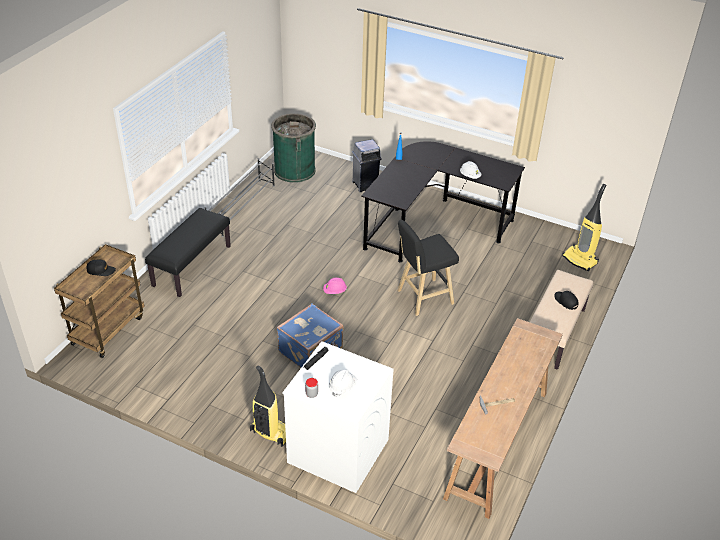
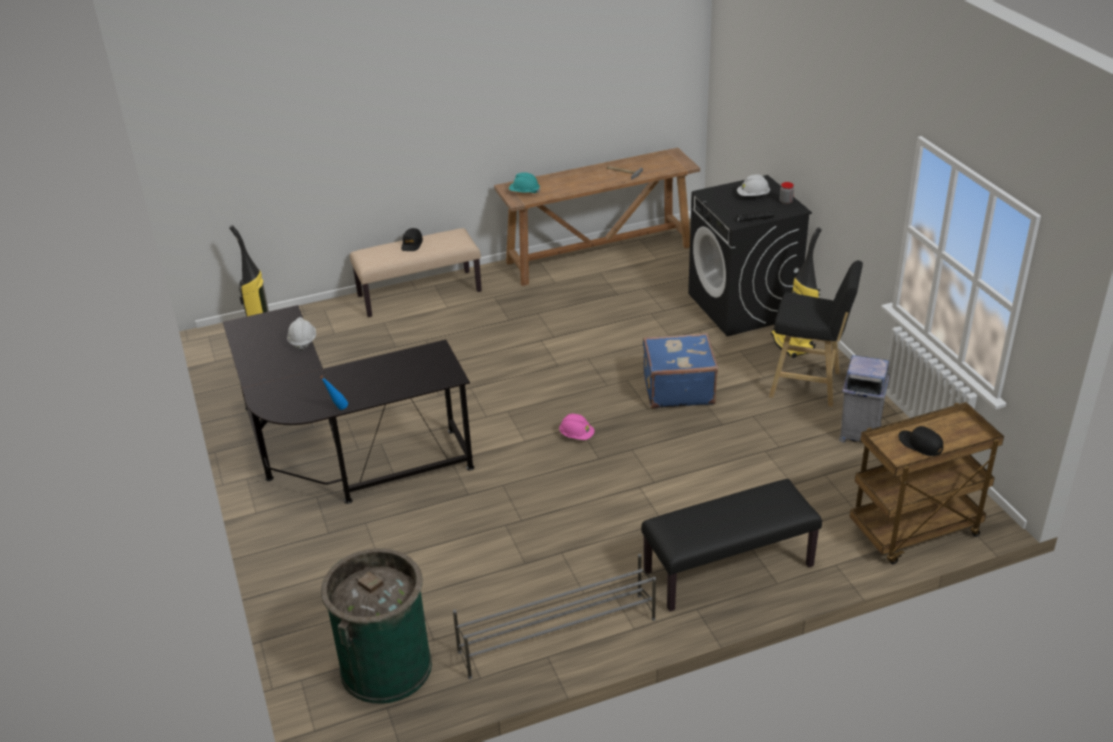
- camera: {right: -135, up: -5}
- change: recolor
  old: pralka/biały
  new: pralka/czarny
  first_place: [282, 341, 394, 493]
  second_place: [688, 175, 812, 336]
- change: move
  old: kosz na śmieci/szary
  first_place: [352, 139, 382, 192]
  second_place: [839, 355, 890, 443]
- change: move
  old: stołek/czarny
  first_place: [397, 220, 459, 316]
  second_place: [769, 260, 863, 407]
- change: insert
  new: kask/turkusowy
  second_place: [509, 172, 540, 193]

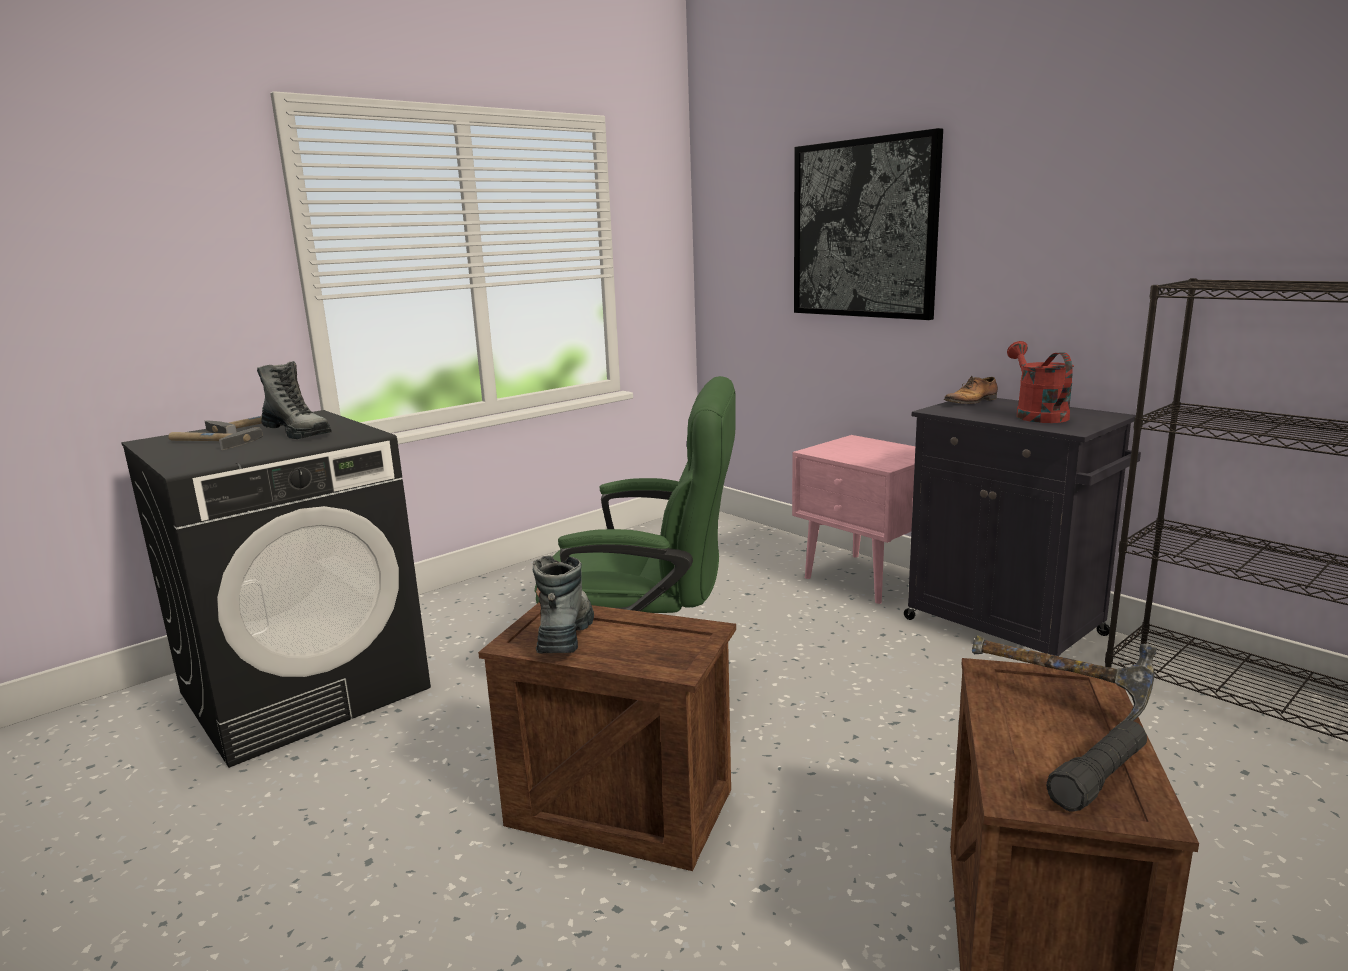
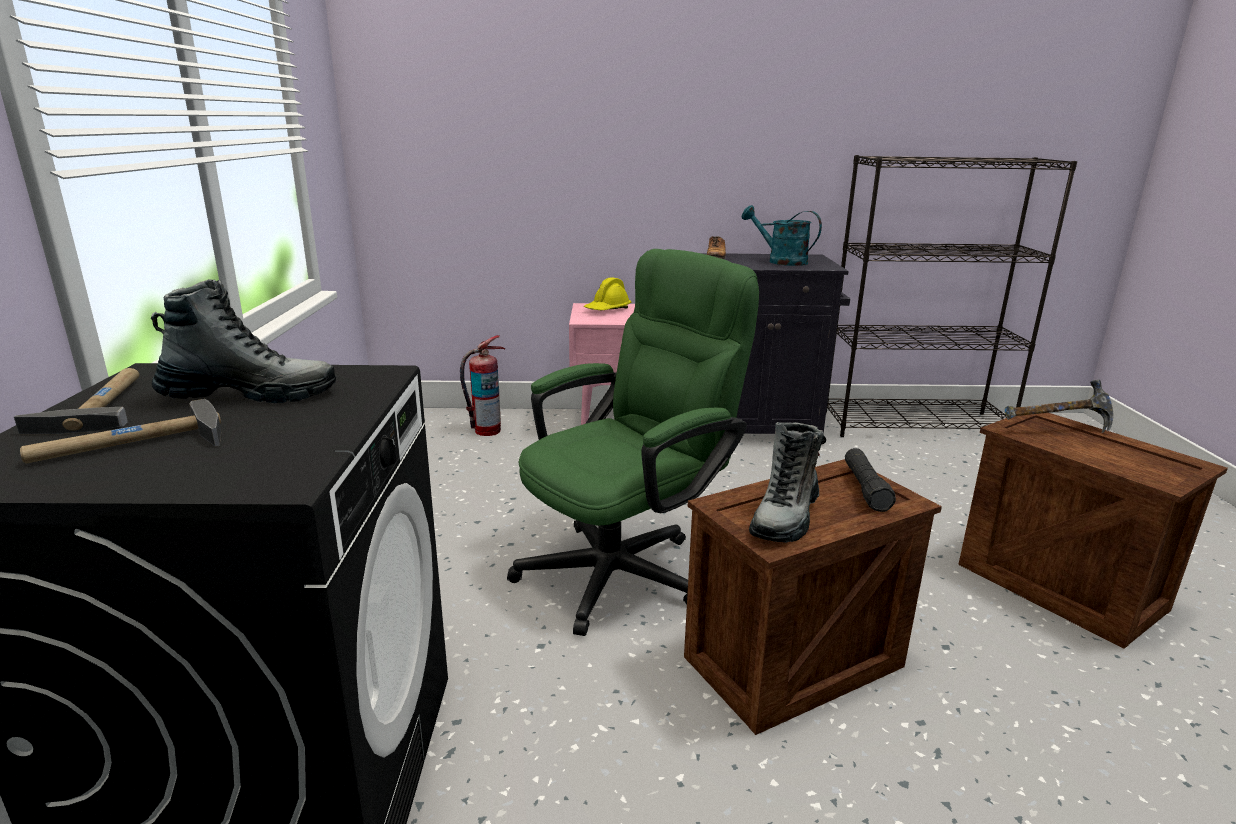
- camera: {right: -50, up: 5}
- change: rotate
  old: but z cholewką
  first_place: [533, 555, 594, 653]
  second_place: [749, 422, 824, 543]
  degrees: -105
- change: delete
  old: obraz
  first_place: [794, 128, 943, 320]
- change: recolor
  old: konewka/czerwony
  new: konewka/turkusowy
  first_place: [1007, 341, 1074, 423]
  second_place: [742, 205, 822, 266]
- change: move
  old: latarka/czarny
  first_place: [1046, 720, 1147, 812]
  second_place: [845, 448, 896, 512]
- change: insert
  new: gaśnica
  second_place: [460, 335, 505, 436]
- change: insert
  new: kask/żółty
  second_place: [584, 277, 631, 310]

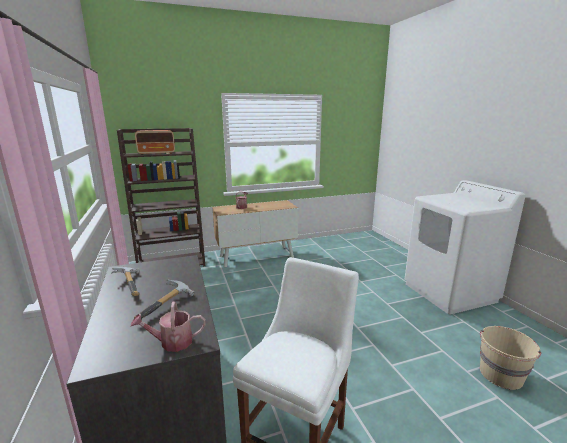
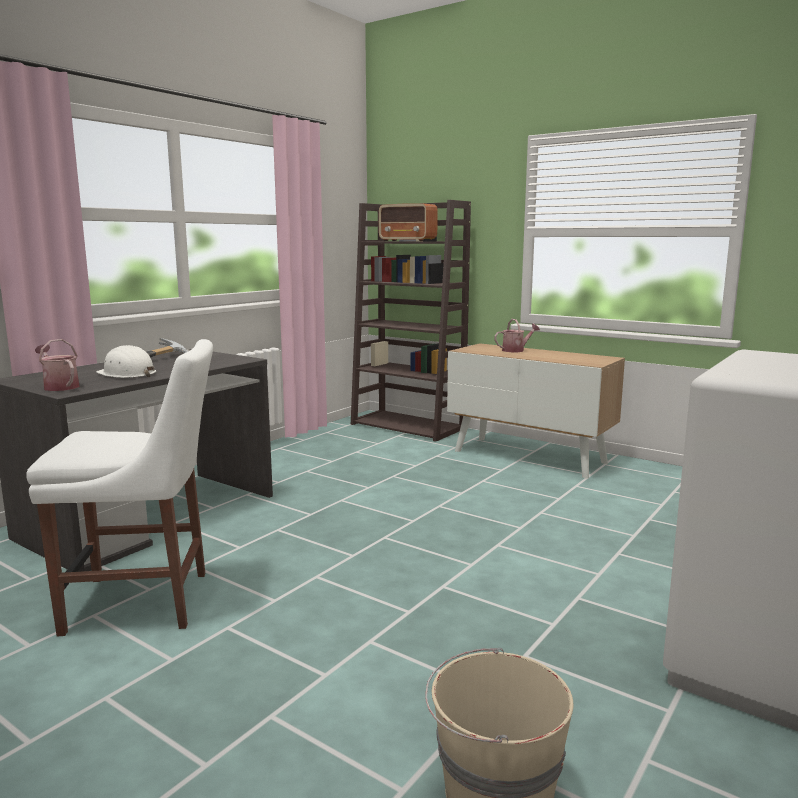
- camera: {right: 55, up: -5}
- change: replace
  old: młotek
  new: kask/biały
  first_place: [134, 280, 195, 321]
  second_place: [96, 345, 156, 378]

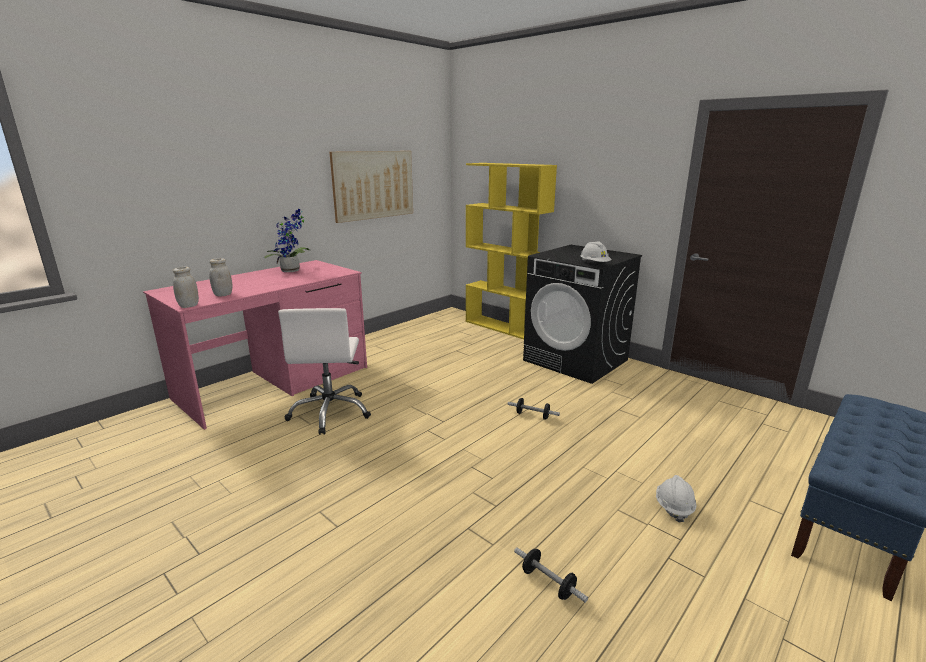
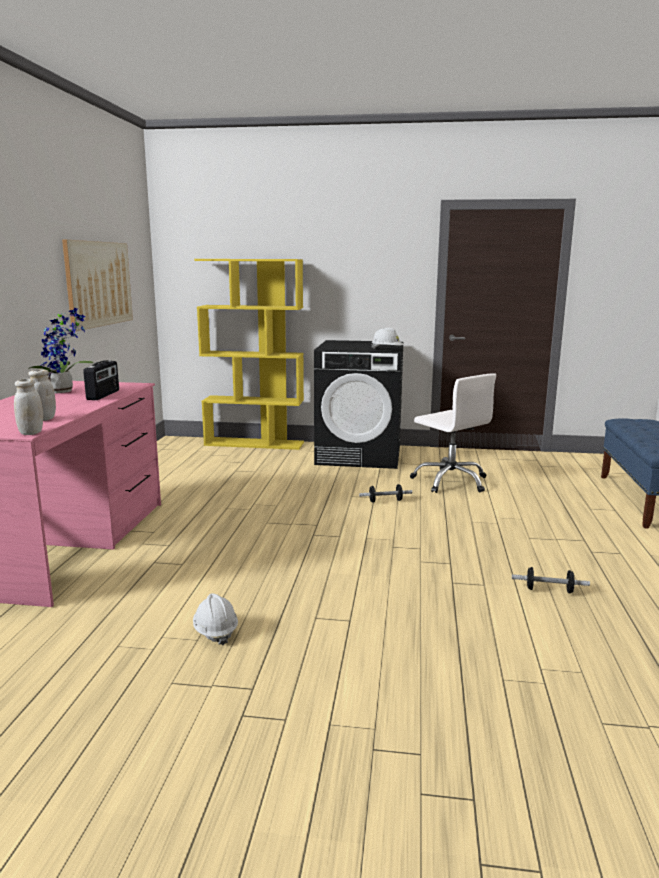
- camera: {right: -35, up: -5}
- change: move
  old: krzesło biurowe/biały
  first_place: [278, 308, 371, 435]
  second_place: [410, 373, 496, 493]
- change: move
  old: kask/biały
  first_place: [656, 475, 696, 523]
  second_place: [193, 594, 238, 645]
- change: insert
  new: radio
  second_place: [83, 360, 119, 400]

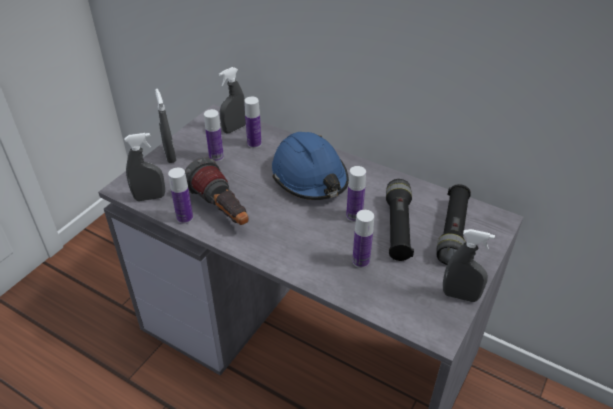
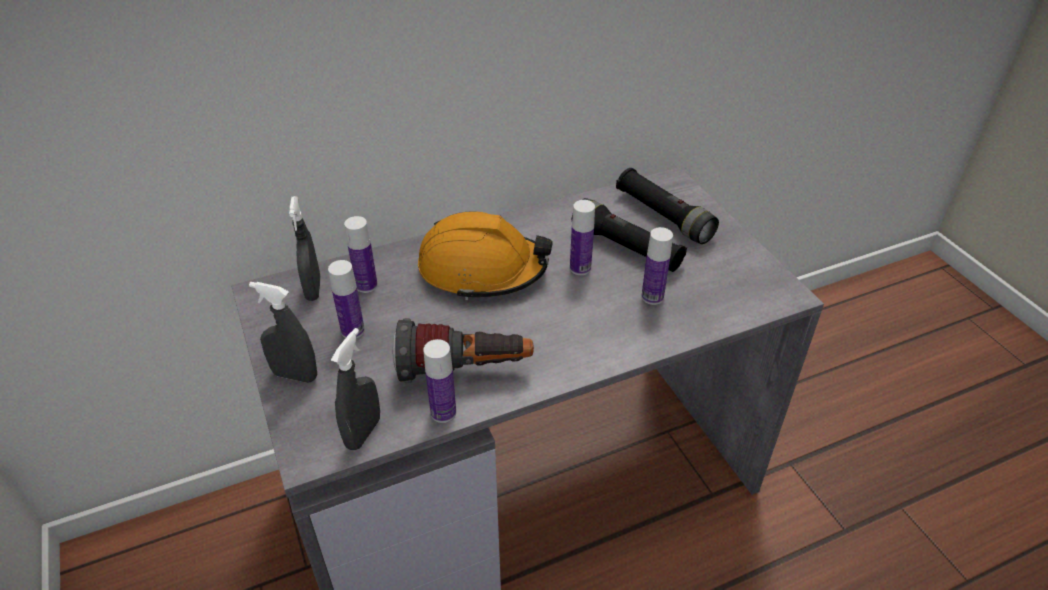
- camera: {right: -55, up: 0}
- change: recolor
  old: kask/niebieski
  new: kask/pomarańczowy
  first_place: [272, 132, 349, 200]
  second_place: [418, 211, 553, 300]
- change: delete
  old: spryskiwacz/szary
  first_place: [443, 229, 495, 302]

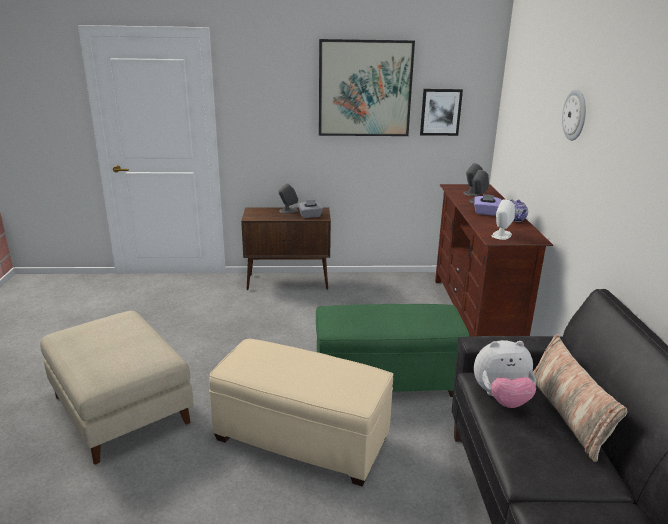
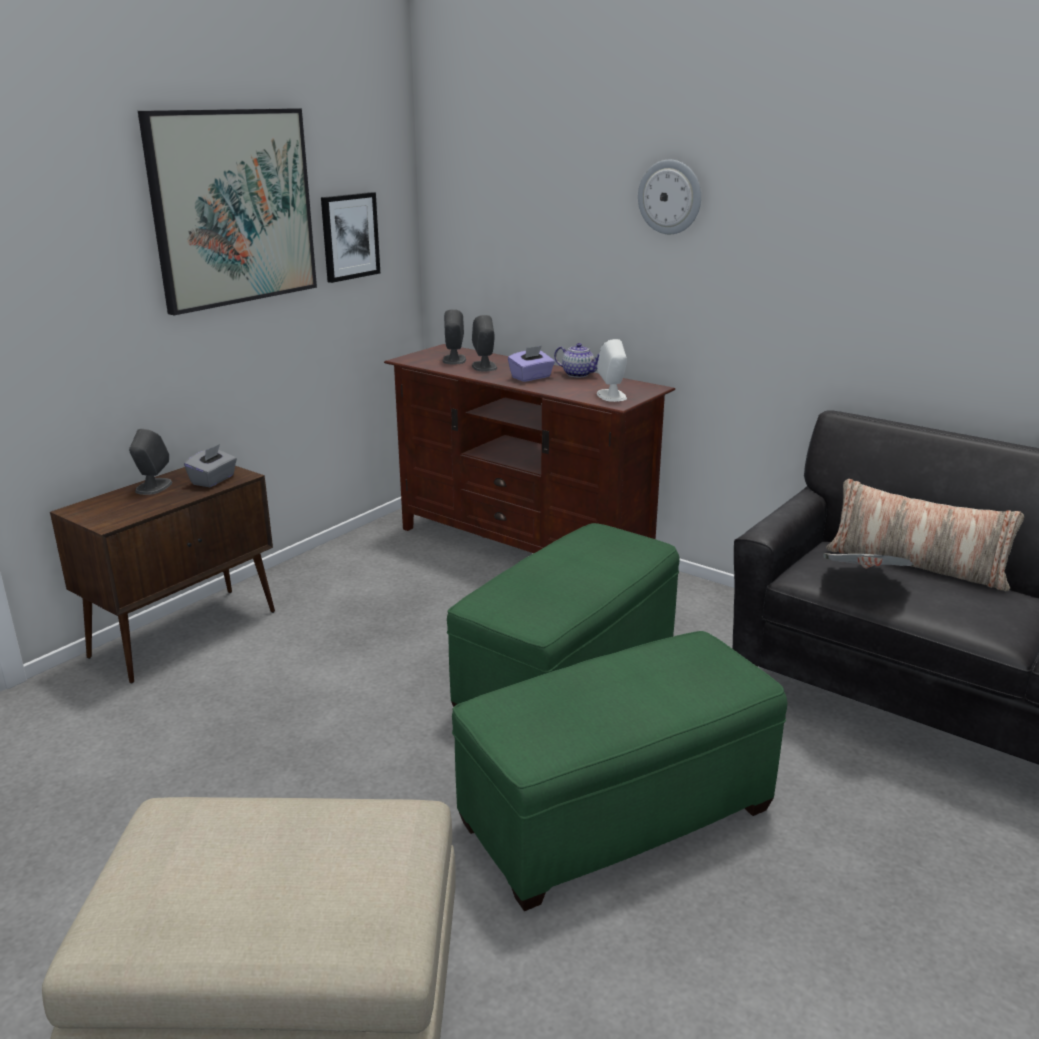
- camera: {right: -50, up: 0}
- change: recolor
  old: pufa/beżowy
  new: pufa/zielony
  first_place: [209, 339, 393, 487]
  second_place: [452, 631, 787, 911]
- change: replace
  old: pluszak
  new: gazeta
  first_place: [474, 340, 536, 408]
  second_place: [822, 553, 914, 569]

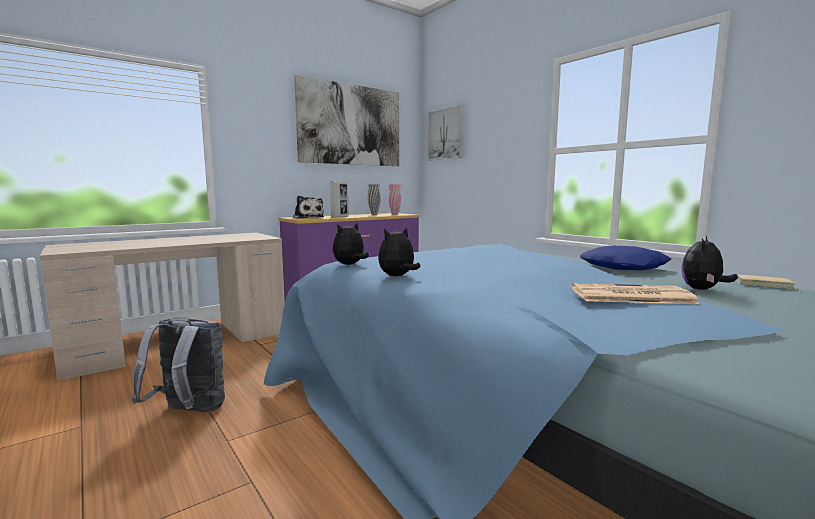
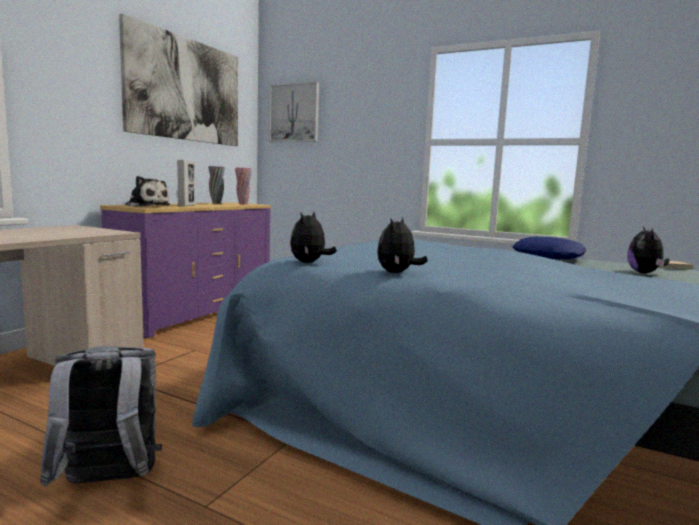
- camera: {right: -25, up: 0}
- change: delete
  old: gazeta
  first_place: [571, 283, 700, 304]

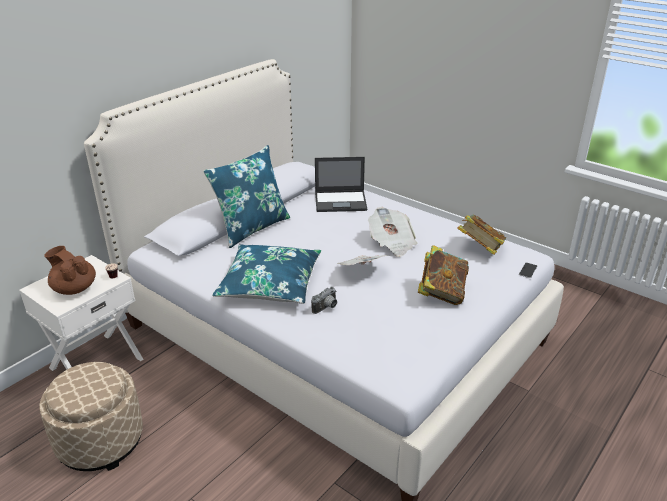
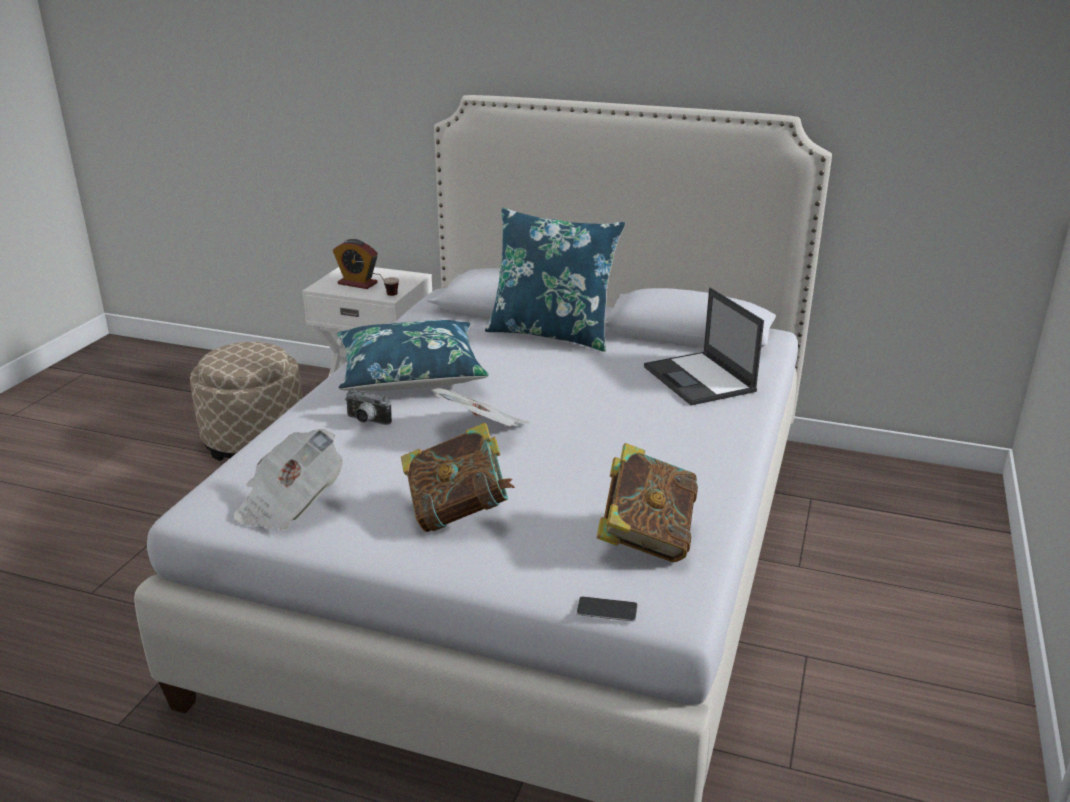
- camera: {right: 70, up: -5}
- change: replace
  old: imbryk/brązowy
  new: budzik
  first_place: [44, 246, 96, 295]
  second_place: [333, 239, 378, 289]
- change: move
  old: gazeta
  first_place: [368, 207, 418, 257]
  second_place: [233, 429, 343, 530]

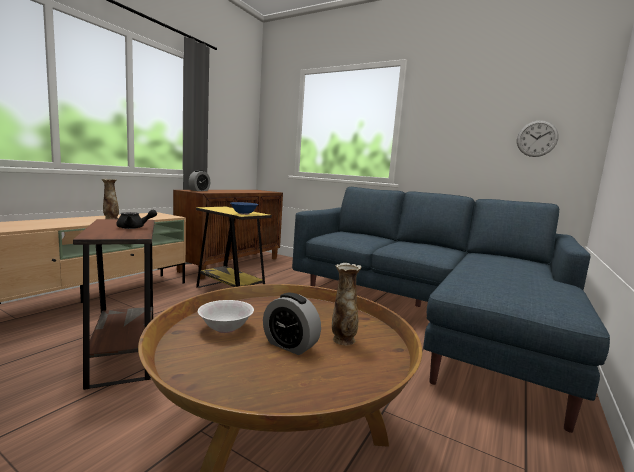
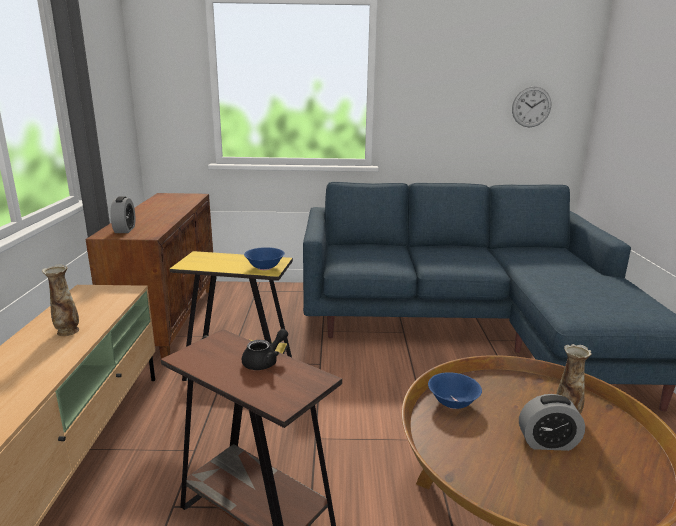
- camera: {right: -30, up: 10}
- change: delete
  old: miska/biały
  first_place: [198, 300, 254, 333]
- change: insert
  new: miska/niebieski
  second_place: [428, 372, 482, 409]

